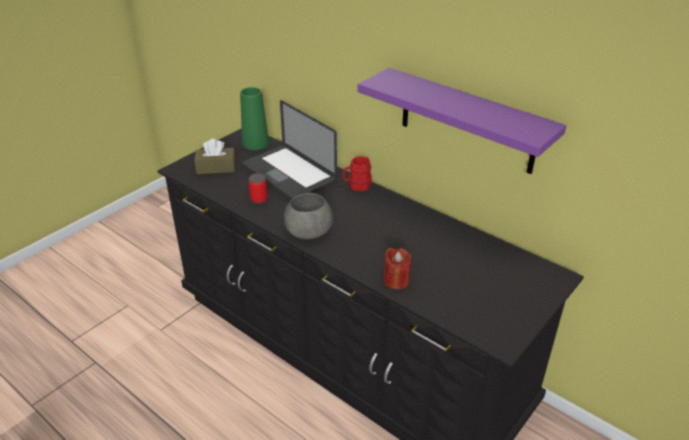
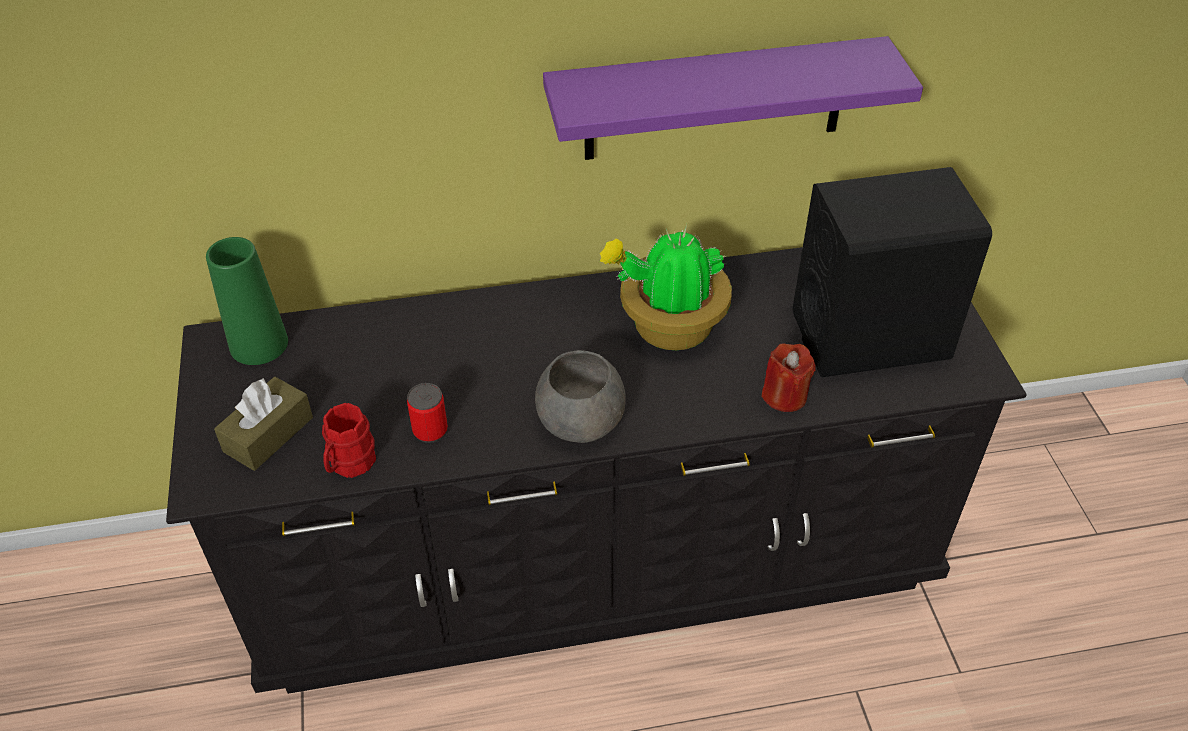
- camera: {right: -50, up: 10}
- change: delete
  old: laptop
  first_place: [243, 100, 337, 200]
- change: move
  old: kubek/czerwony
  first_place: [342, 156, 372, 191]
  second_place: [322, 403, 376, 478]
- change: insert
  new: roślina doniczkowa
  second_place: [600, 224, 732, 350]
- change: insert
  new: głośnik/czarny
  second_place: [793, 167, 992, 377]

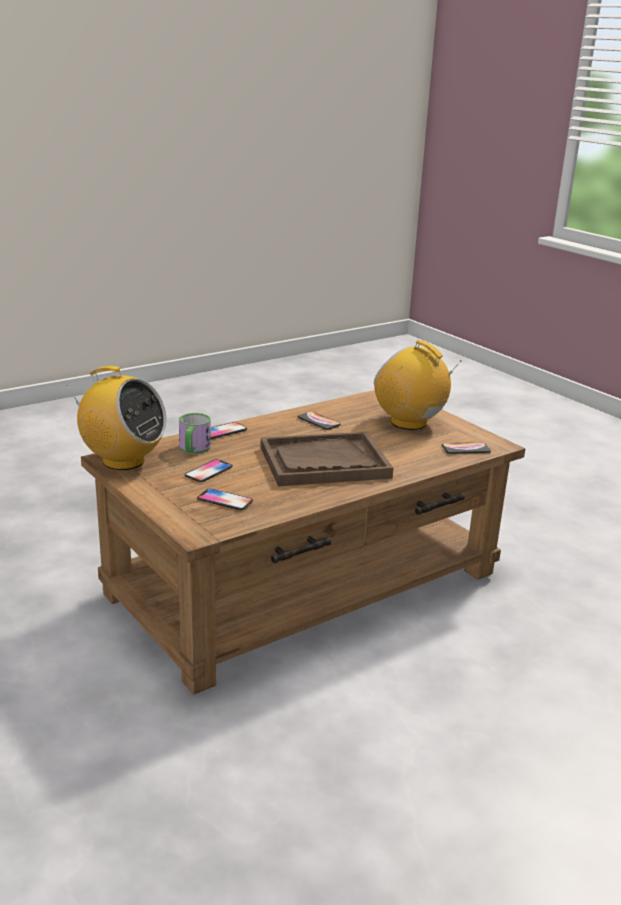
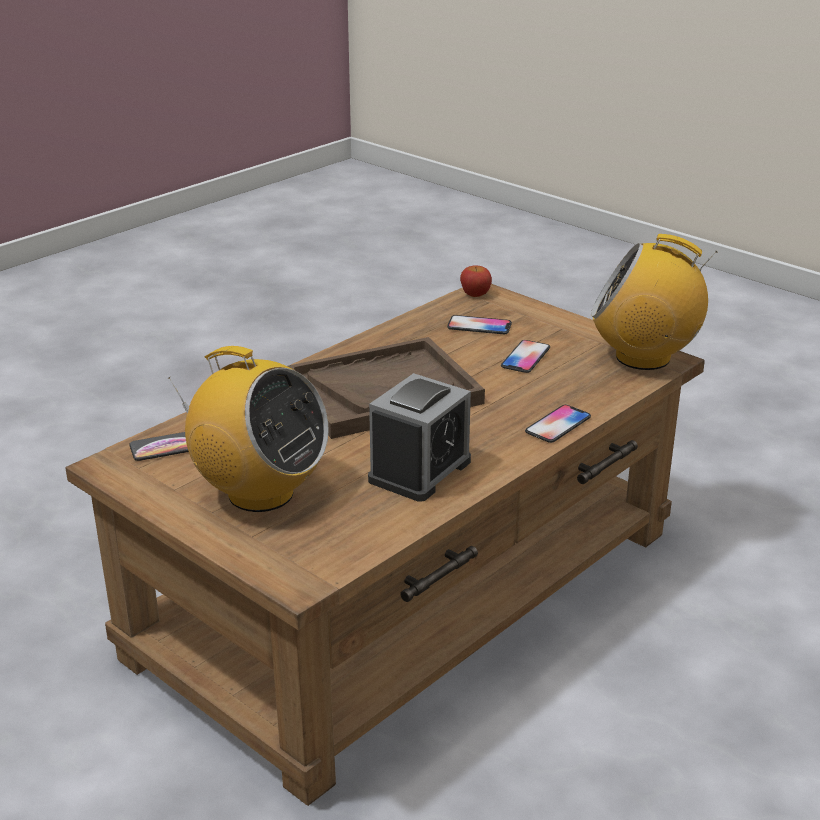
- camera: {right: 170, up: 5}
- change: delete
  old: kubek
  first_place: [179, 413, 211, 454]
- change: replace
  old: telefon
  new: budzik
  first_place: [297, 411, 341, 430]
  second_place: [368, 373, 471, 502]
- change: insert
  new: jabłko
  second_place: [460, 265, 492, 297]

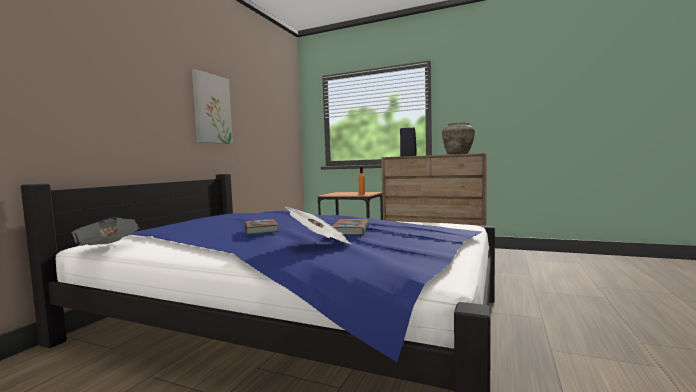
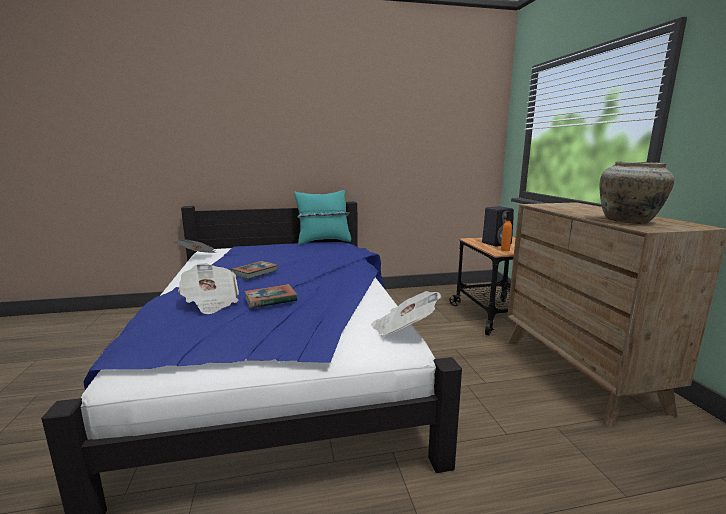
- camera: {right: 55, up: 10}
- change: delete
  old: obraz
  first_place: [192, 69, 233, 144]
- change: move
  old: głośnik/czarny
  first_place: [400, 128, 417, 156]
  second_place: [482, 206, 514, 247]
- change: insert
  new: poduszka/turkusowy
  second_place: [294, 190, 351, 245]
- change: insert
  new: gazeta
  second_place: [371, 291, 441, 336]

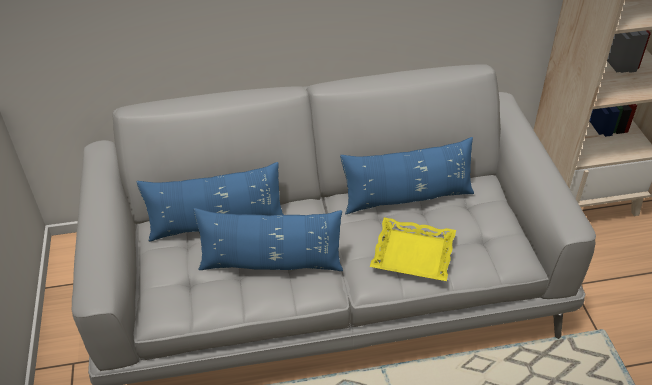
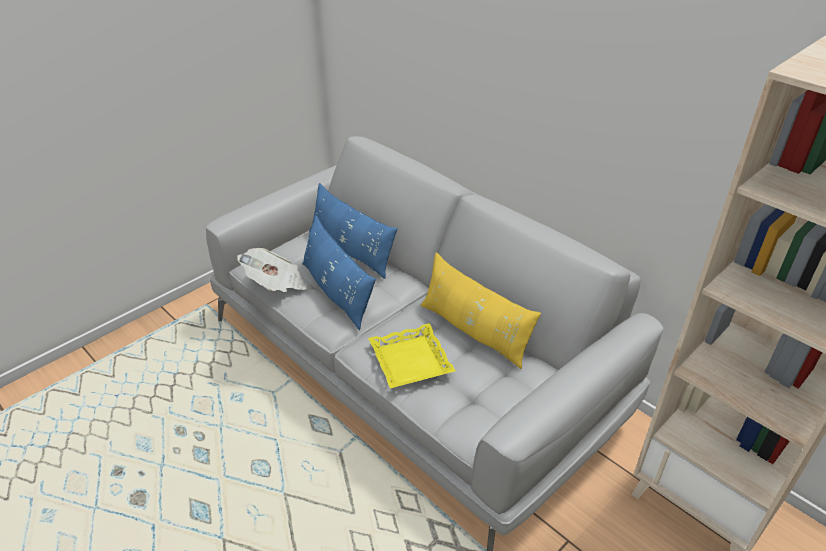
- camera: {right: 55, up: -5}
- change: recolor
  old: poduszka/niebieski
  new: poduszka/żółty
  first_place: [340, 137, 474, 214]
  second_place: [421, 252, 541, 369]
- change: insert
  new: gazeta
  second_place: [237, 248, 308, 292]

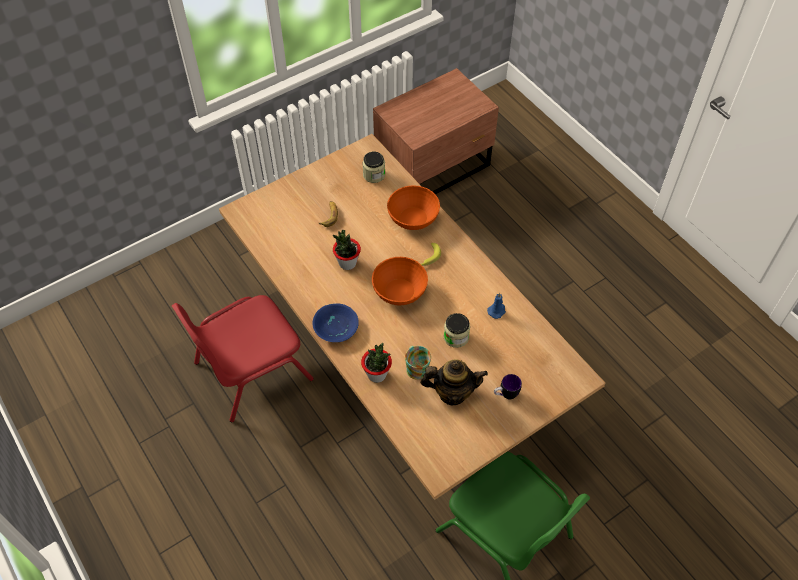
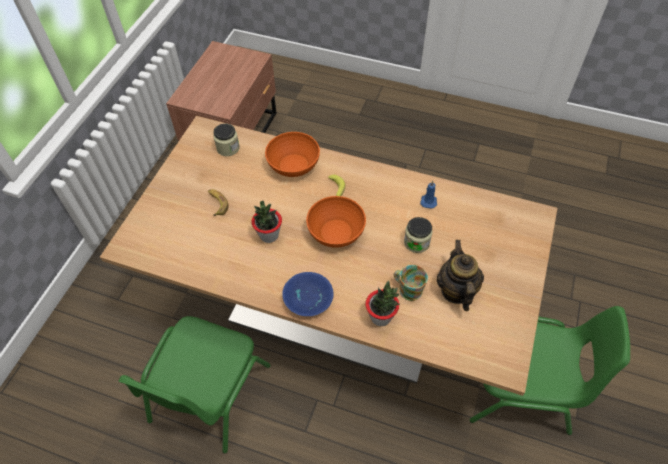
- camera: {right: -35, up: 0}
- change: recolor
  old: krzesło/czerwony
  new: krzesło/zielony
  first_place: [172, 295, 314, 422]
  second_place: [119, 316, 271, 453]
- change: rotate
  old: imbryk
  first_place: [420, 359, 488, 405]
  second_place: [437, 240, 484, 311]
  degrees: -60
- change: delete
  old: kubek
  first_place: [494, 374, 522, 400]

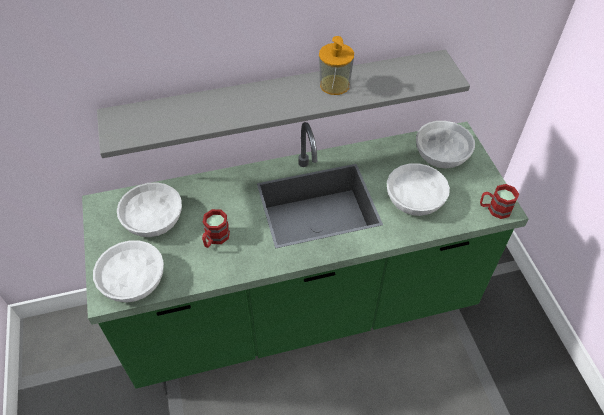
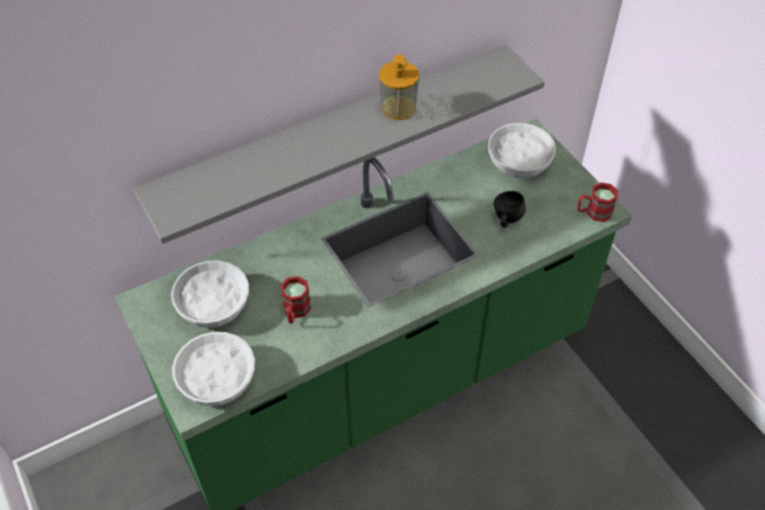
- camera: {right: -15, up: 0}
- change: replace
  old: miska/biały
  new: kubek/czarny
  first_place: [387, 163, 450, 216]
  second_place: [494, 191, 526, 228]

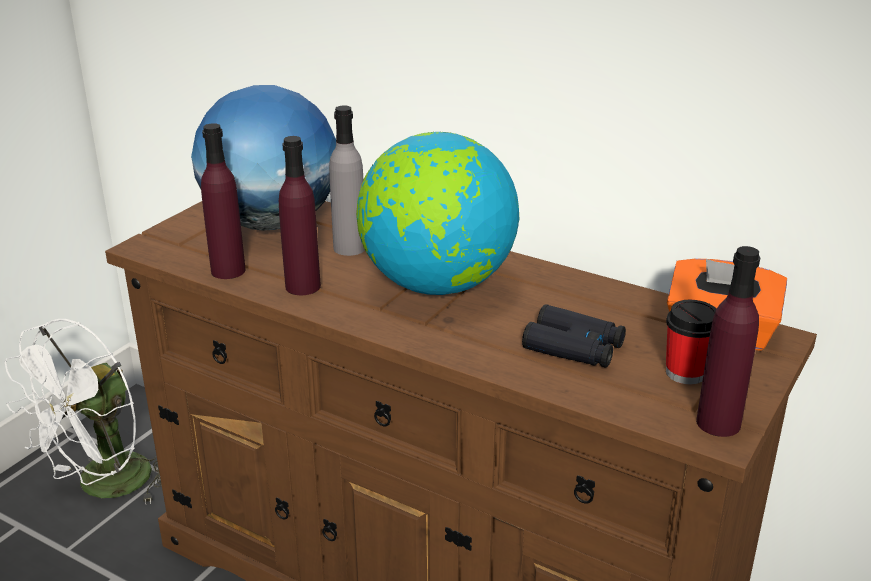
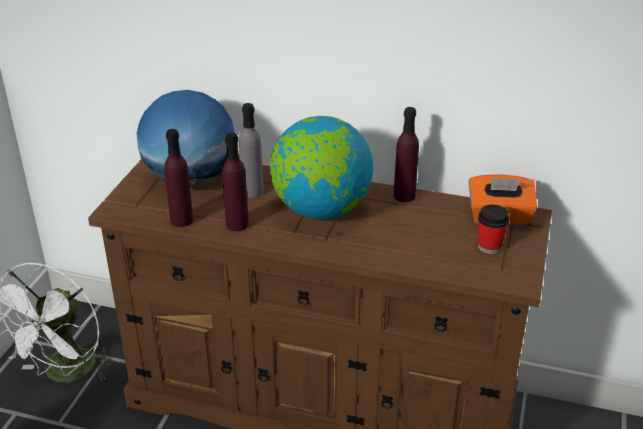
- camera: {right: -15, up: 5}
- change: delete
  old: lornetka/czarny
  first_place: [522, 304, 626, 368]
- change: move
  old: butelka/fioletowy
  first_place: [696, 246, 760, 437]
  second_place: [394, 107, 419, 202]

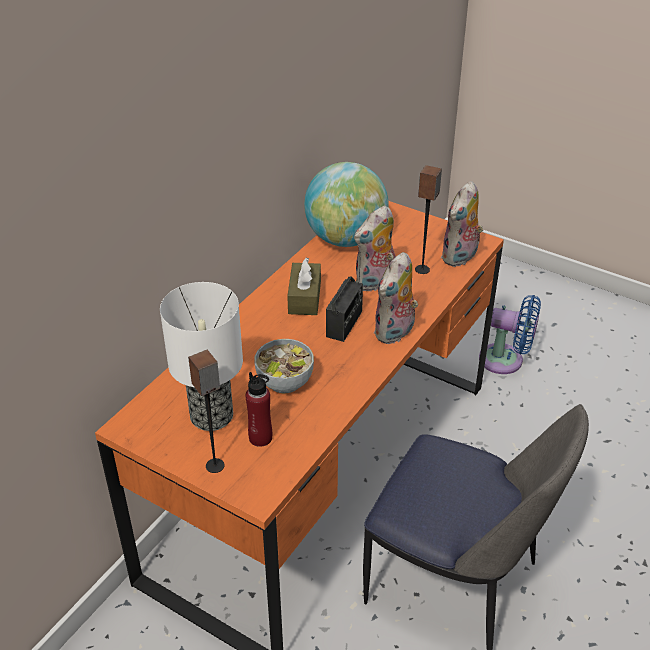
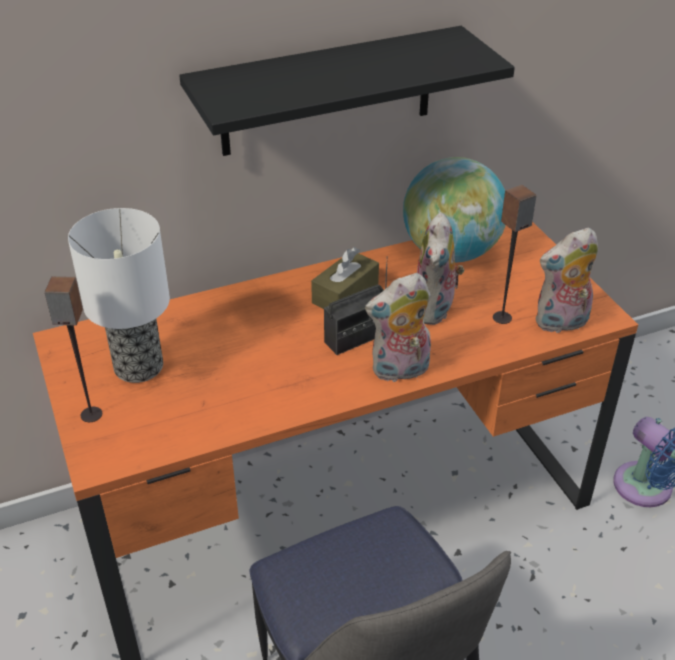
- camera: {right: 35, up: 0}
- change: delete
  old: butelka/czerwony
  first_place: [246, 372, 272, 447]
- change: delete
  old: miska
  first_place: [254, 339, 314, 393]
- change: rotate
  old: pluszak
  first_place: [354, 205, 396, 291]
  second_place: [417, 212, 464, 325]
  degrees: -75
- change: insert
  new: półka/czarny
  second_place: [179, 26, 515, 156]

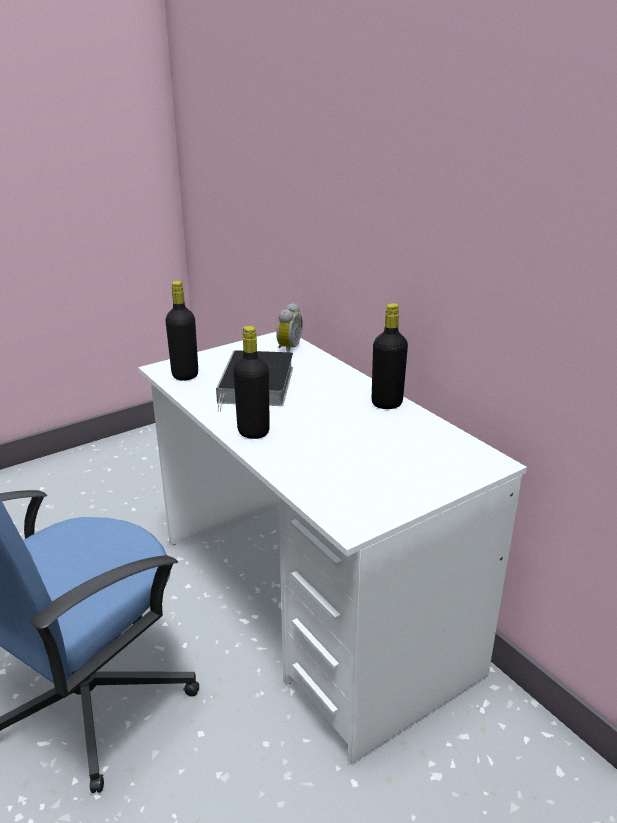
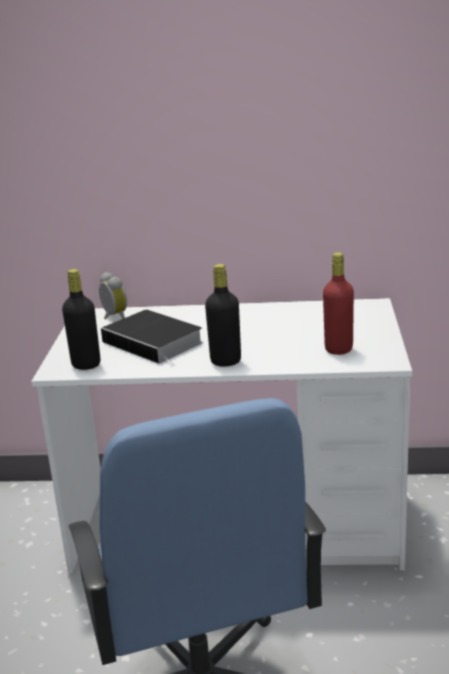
- camera: {right: -50, up: -5}
- change: delete
  old: butelka/czarny
  first_place: [372, 303, 408, 409]
- change: insert
  new: butelka/czerwony
  second_place: [323, 252, 354, 355]

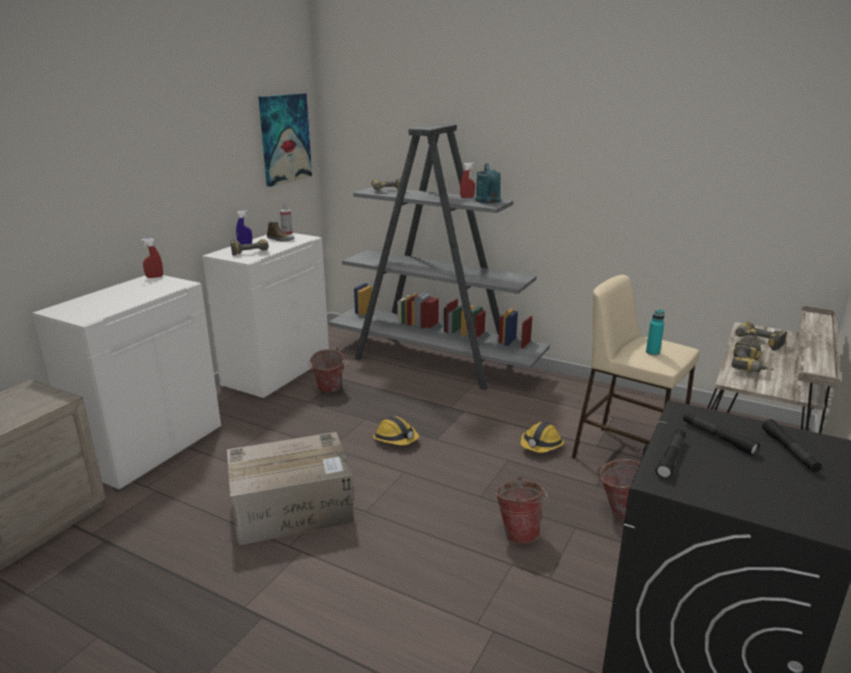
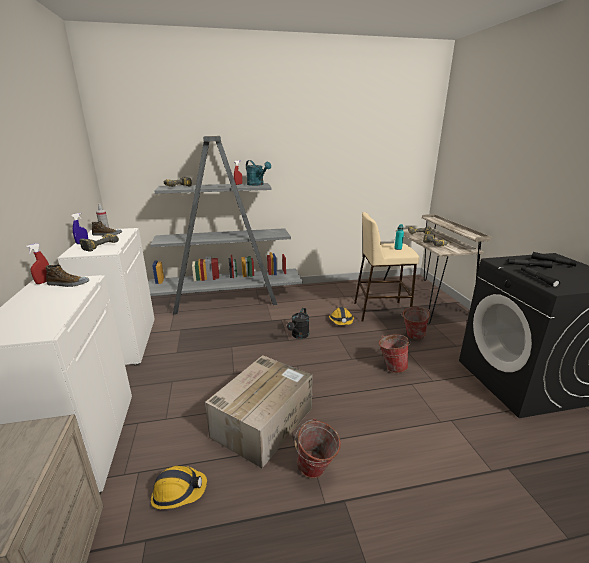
- camera: {right: -40, up: 0}
- change: delete
  old: obraz
  first_place: [258, 93, 312, 187]
- change: move
  old: wiadro
  first_place: [308, 348, 345, 393]
  second_place: [294, 418, 341, 478]
- change: move
  old: kask
  first_place: [373, 416, 419, 445]
  second_place: [151, 466, 207, 509]
- change: insert
  new: but
  second_place: [46, 264, 89, 287]
- change: insert
  new: konewka/czarny
  second_place: [287, 308, 309, 339]

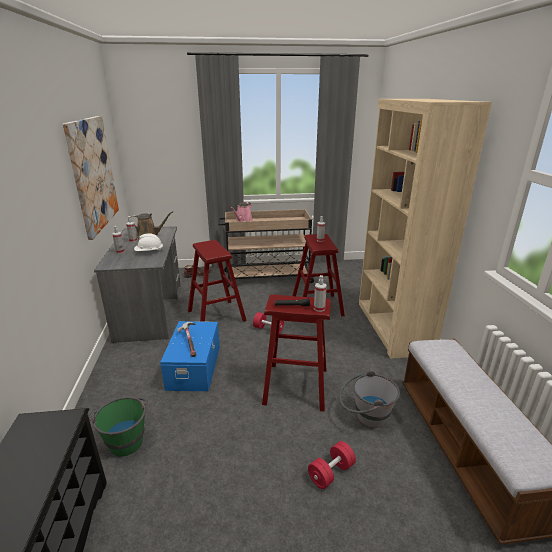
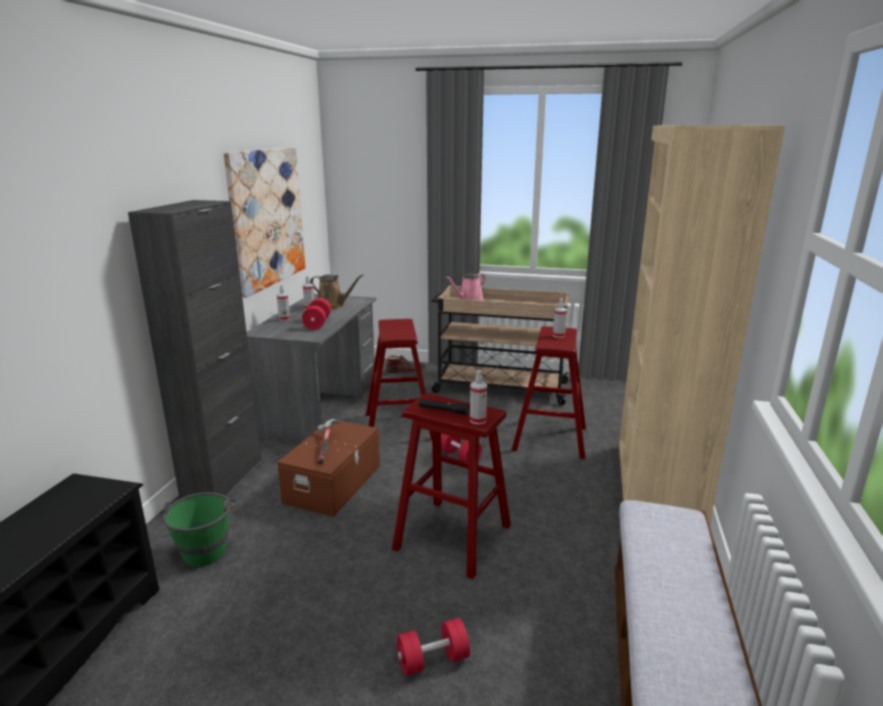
- camera: {right: 20, up: -5}
- change: replace
  old: kask/biały
  new: hantel/czerwony
  first_place: [134, 233, 164, 251]
  second_place: [302, 298, 331, 330]
- change: recolor
  old: pojemnik do przechowywania/niebieski
  new: pojemnik do przechowywania/brązowy
  first_place: [160, 321, 220, 391]
  second_place: [277, 419, 380, 517]
- change: delete
  old: wiadro/szary
  first_place: [339, 370, 400, 428]
- change: insert
  new: szafka/czarny
  second_place: [128, 200, 262, 499]

